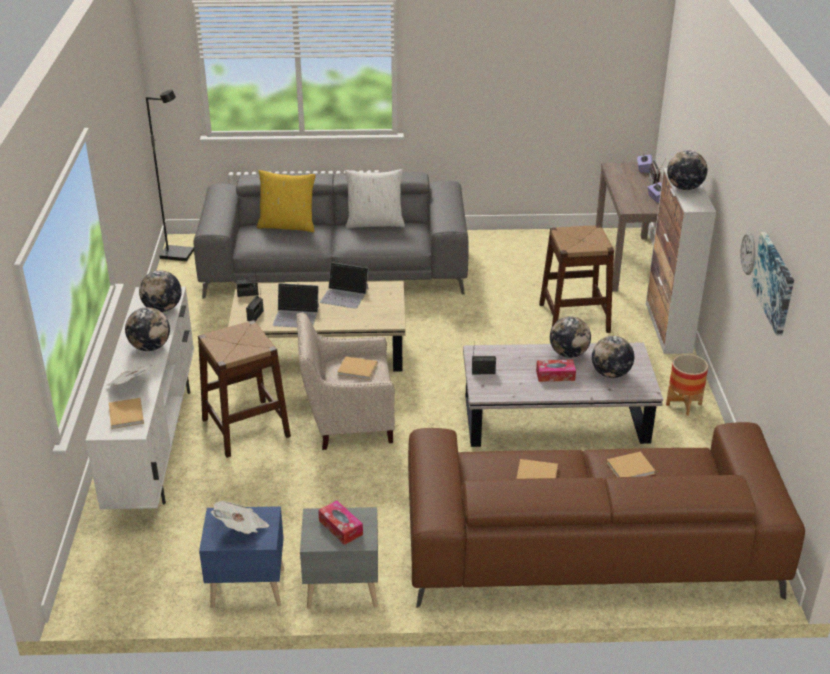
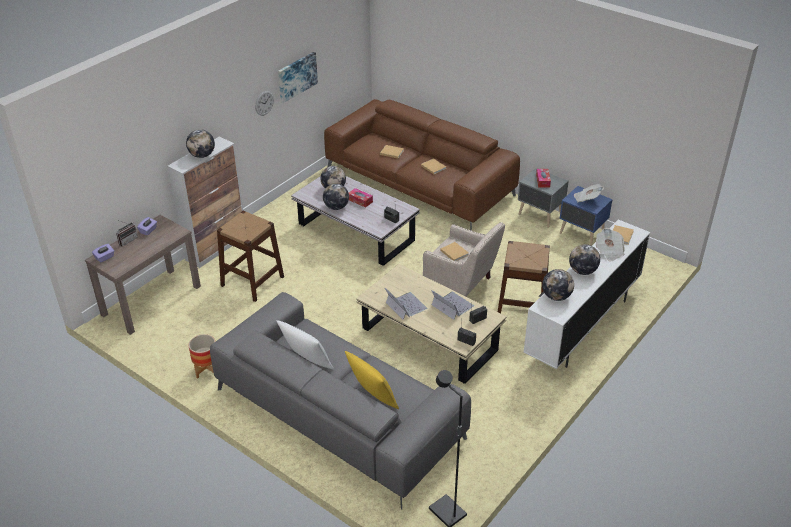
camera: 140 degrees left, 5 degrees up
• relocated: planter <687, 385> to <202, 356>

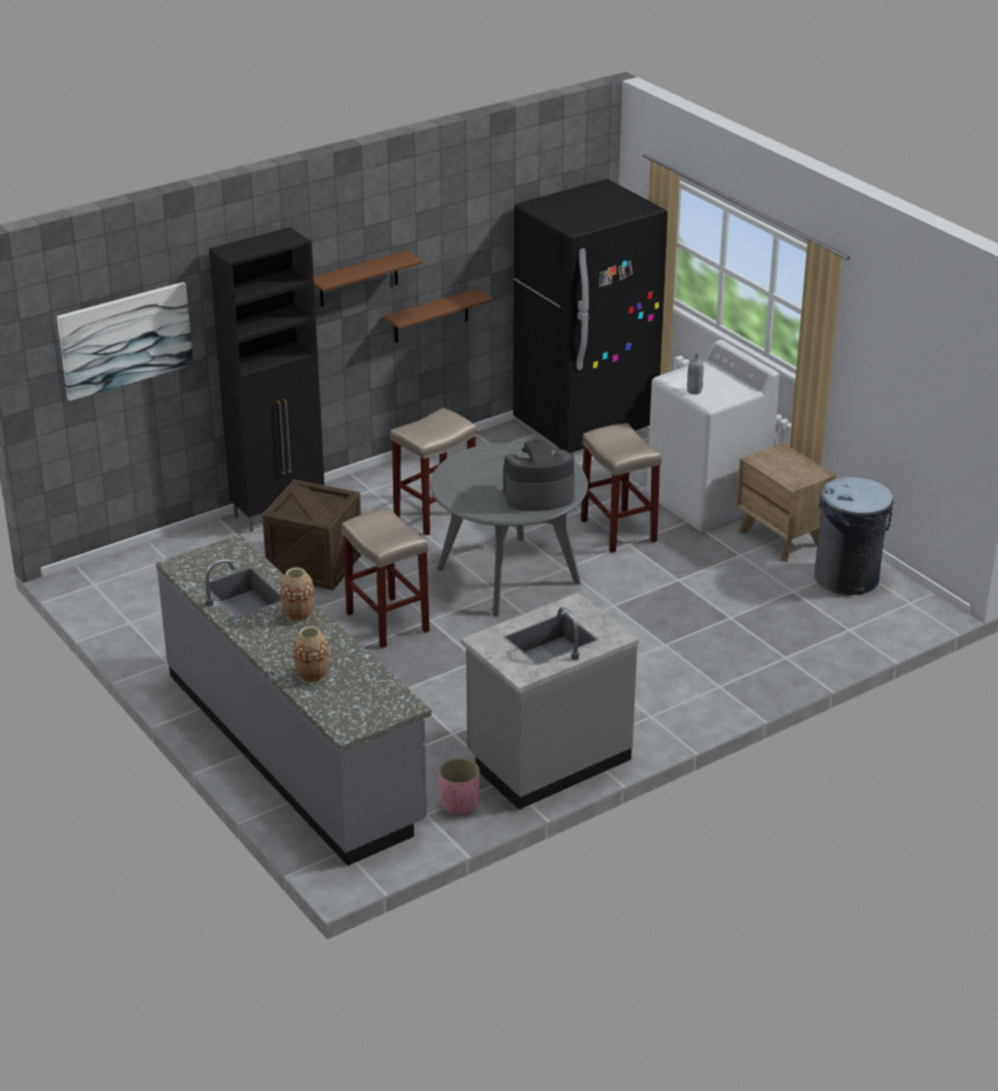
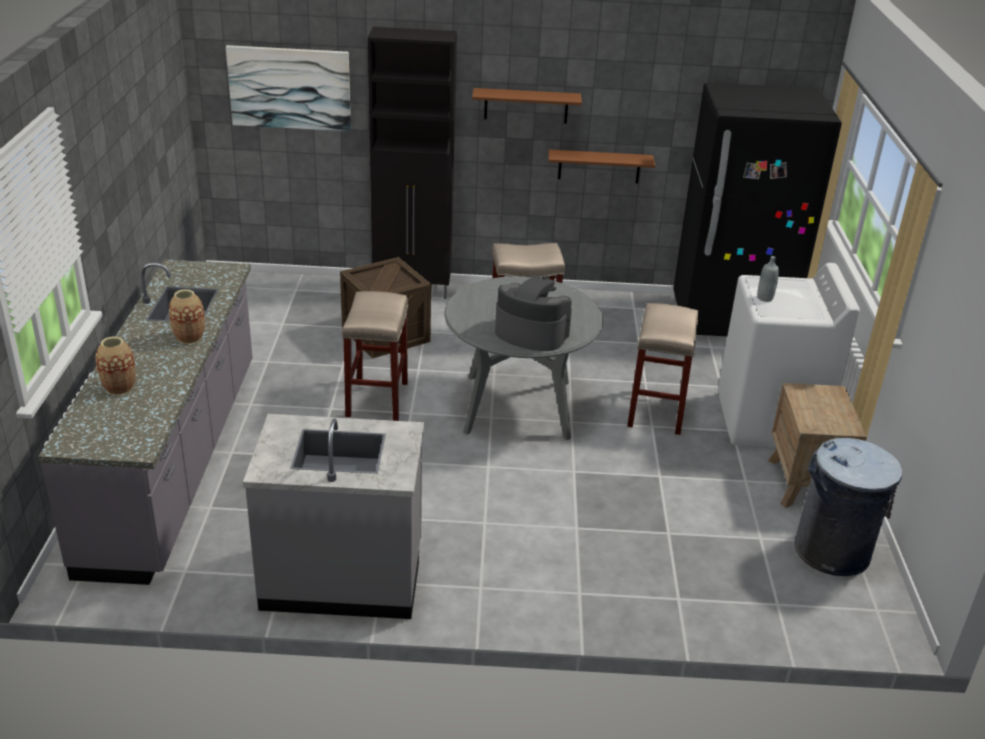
camera: 35 degrees right, 0 degrees up
• missing: planter/pink <459, 786>

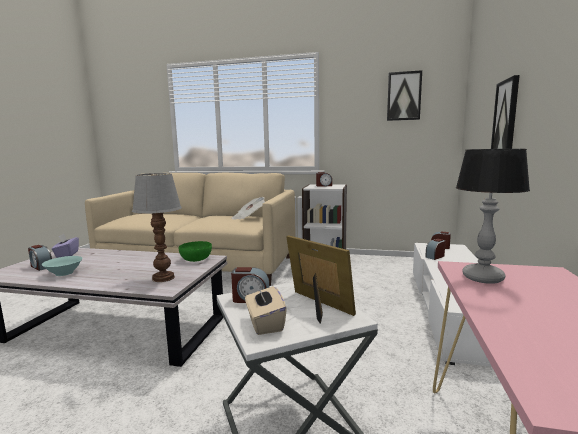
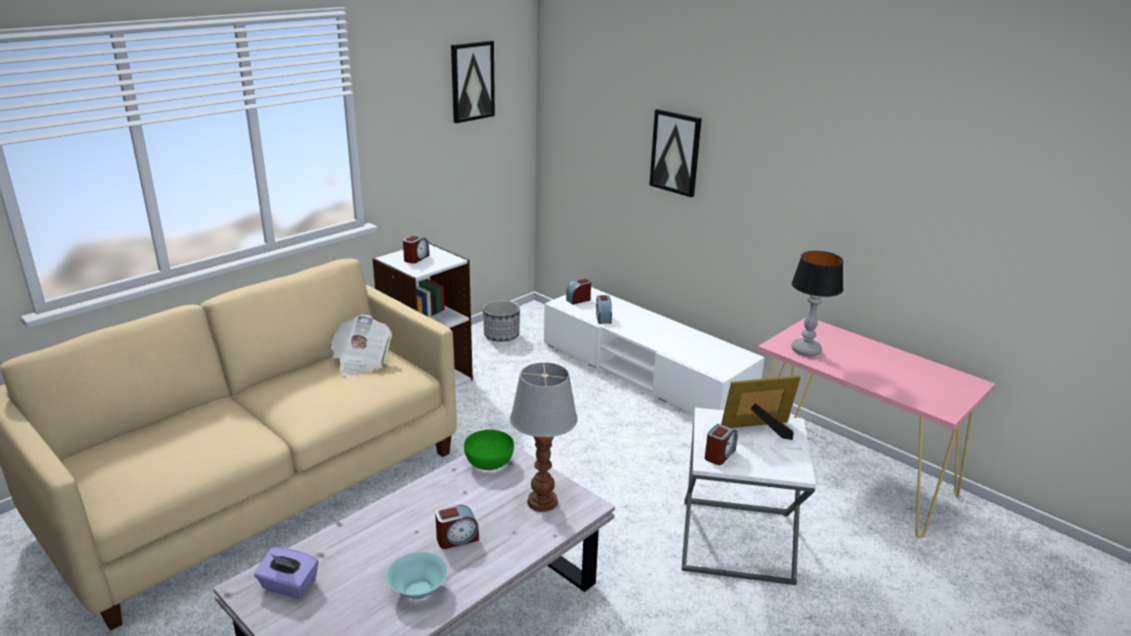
camera: 60 degrees left, 15 degrees up
• missing: tissue box/beige <266, 308>
• appeared: planter <501, 321>
• relocated: alarm clock <40, 258> to <457, 527>

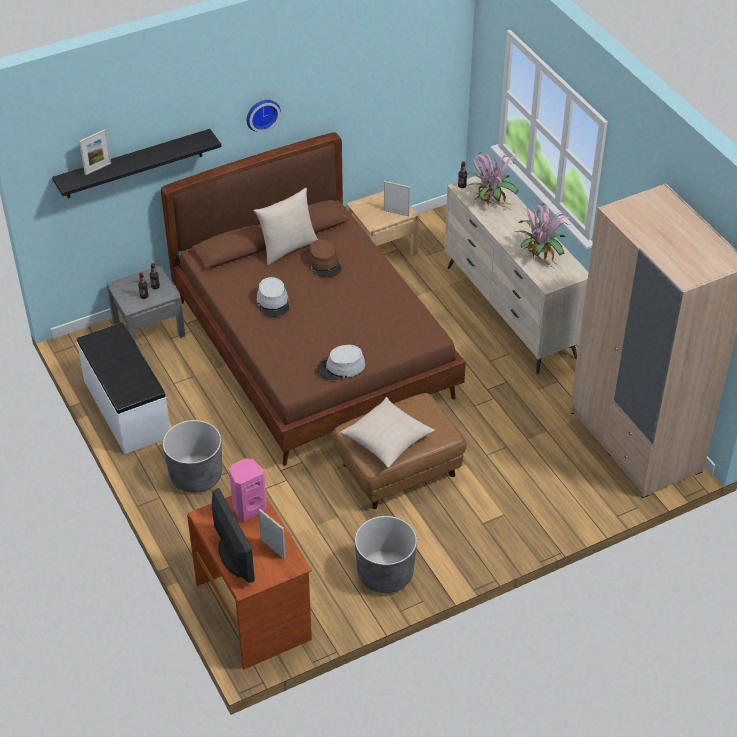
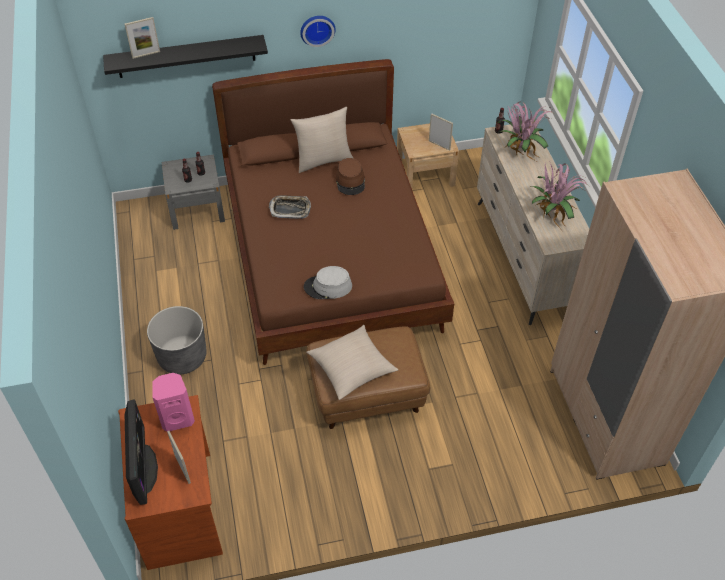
camera: 15 degrees right, 5 degrees up
• missing: bench/white <123, 388>
• missing: planter/grey <386, 554>
• exchanged: hat/grey <273, 297> to tray <290, 207>

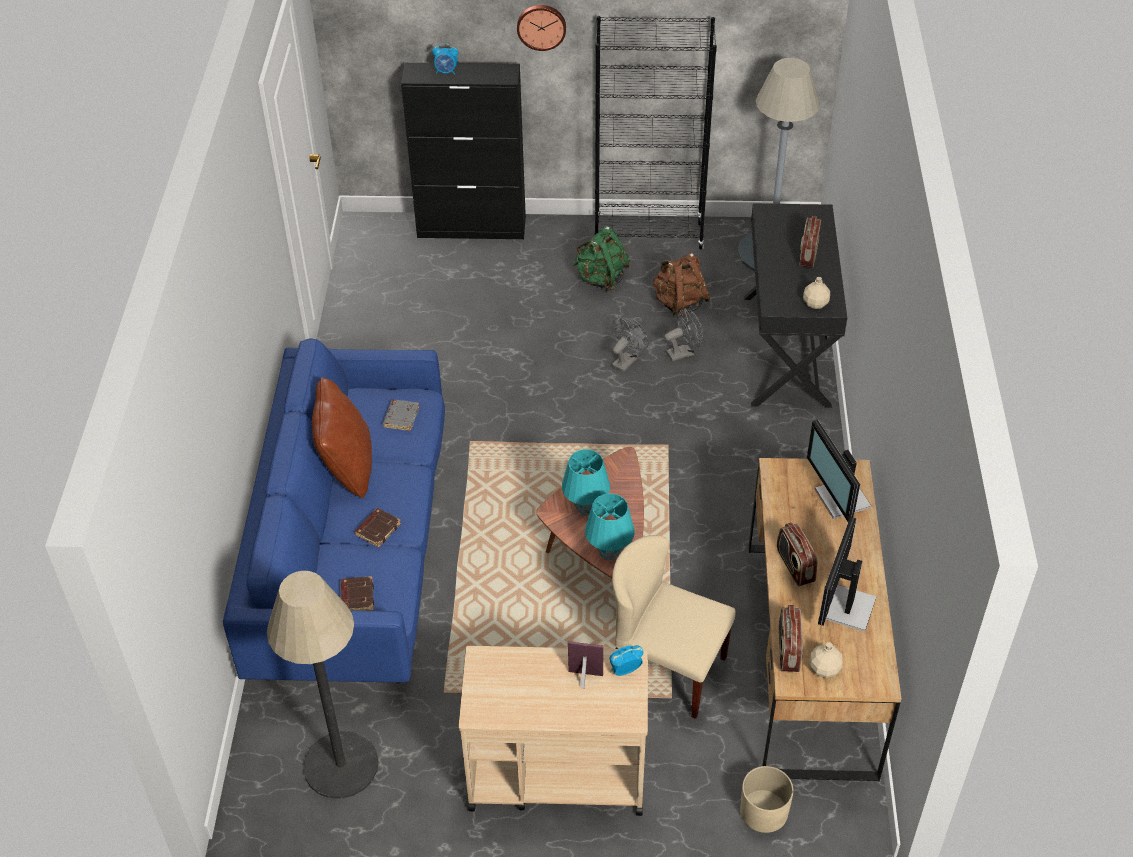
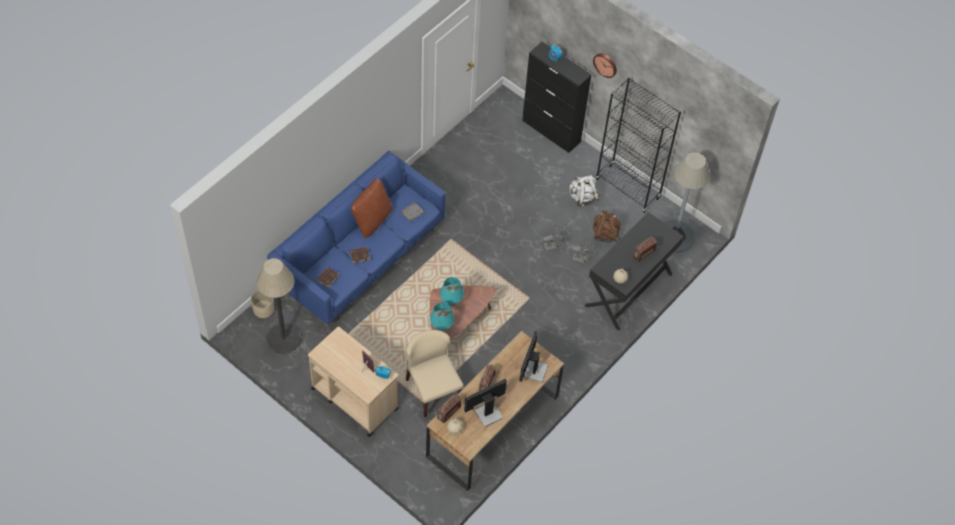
camera: 35 degrees right, 10 degrees up
• relocated: planter/beige <766, 799> to <262, 304>
• colour: backpack/green <602, 259> to backpack/white <584, 191>

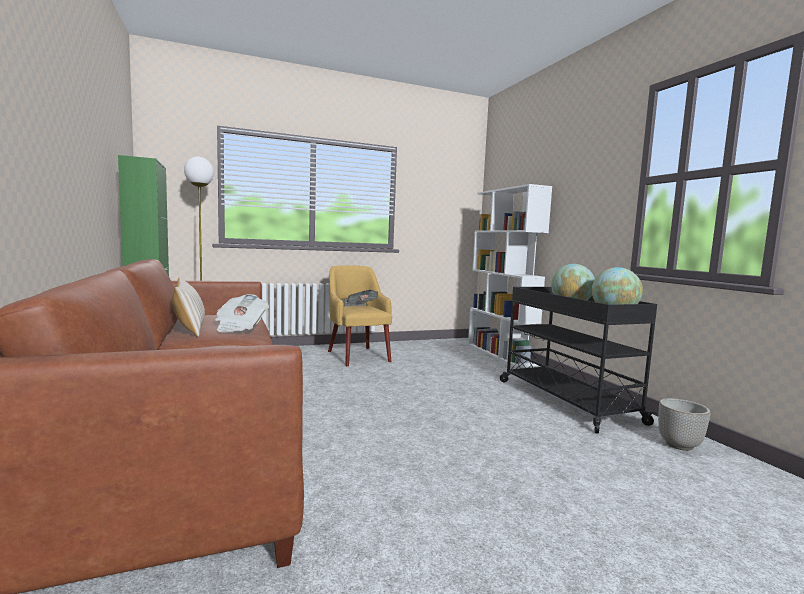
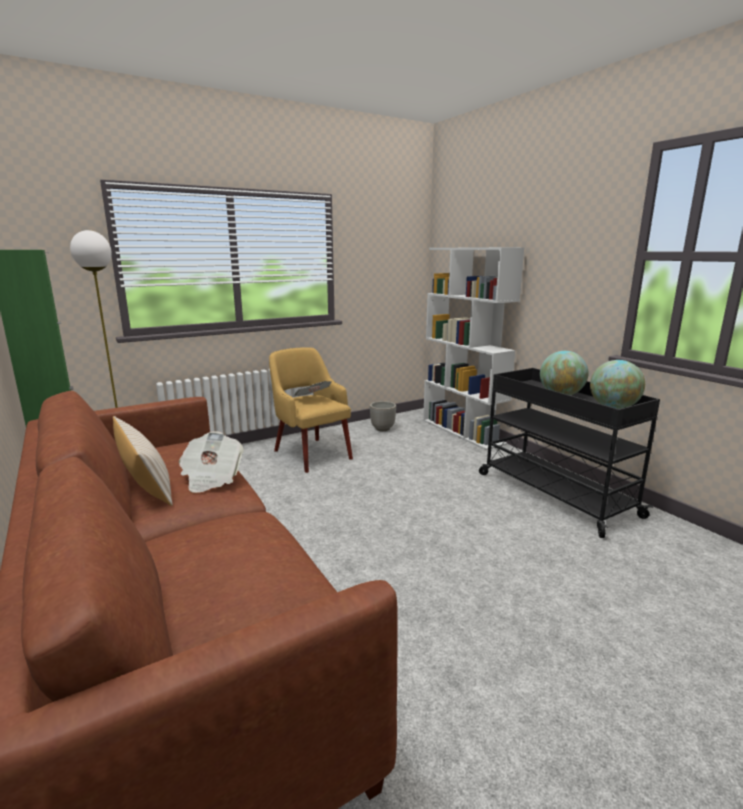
camera: 10 degrees left, 10 degrees up
• relocated: planter <684, 424> to <383, 416>

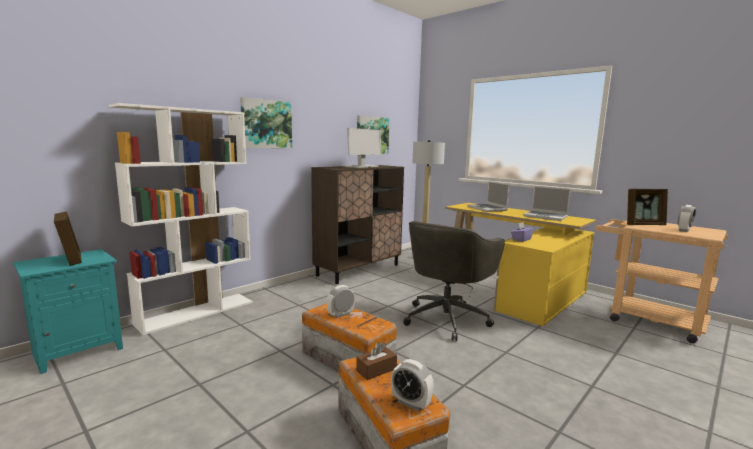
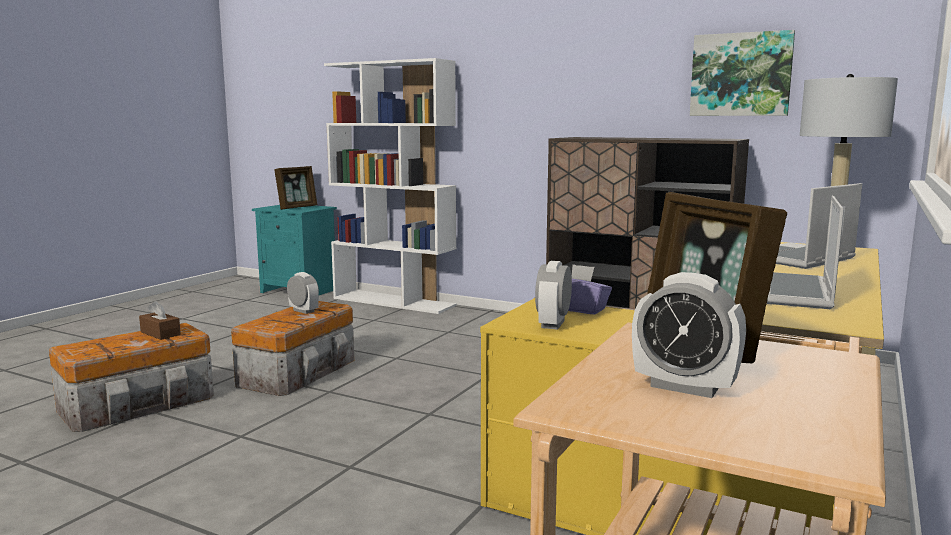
camera: 75 degrees right, 0 degrees up
• missing: picture <266, 123>
• missing: monitor <364, 148>
• missing: office chair/grey <454, 281>
• relocated: alarm clock <412, 385> to <553, 295>

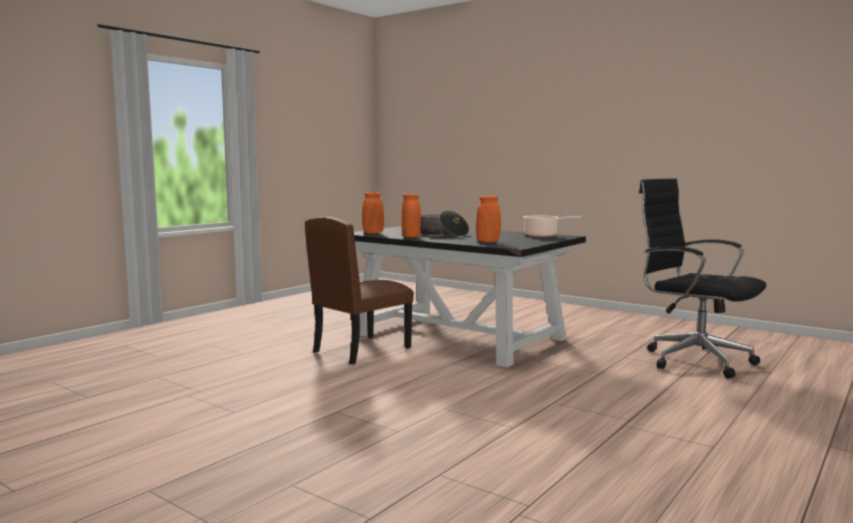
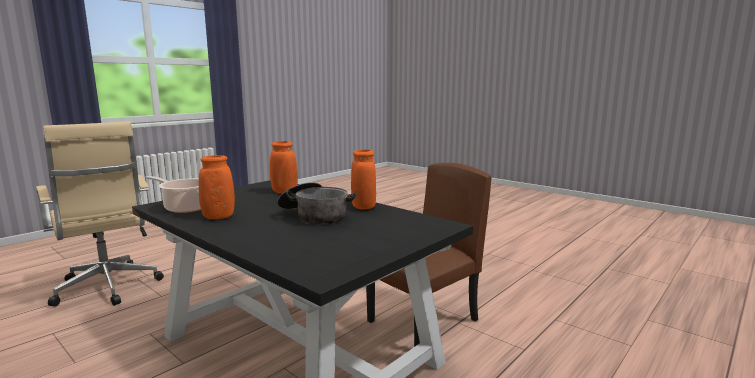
camera: 175 degrees left, 5 degrees up
• relocated: vase/orange <373, 213> to <217, 187>
• colour: office chair/black <702, 278> to office chair/beige <100, 214>

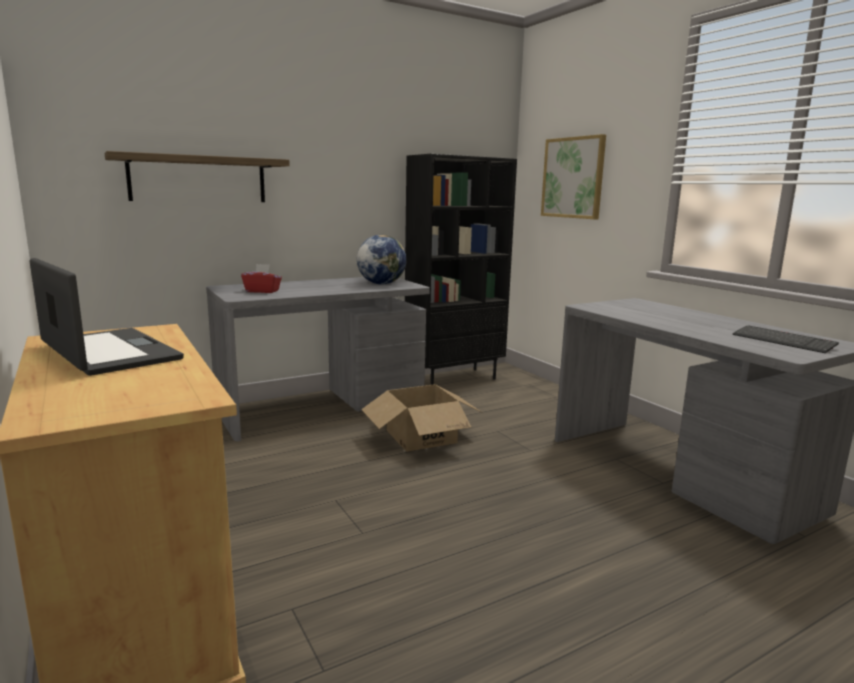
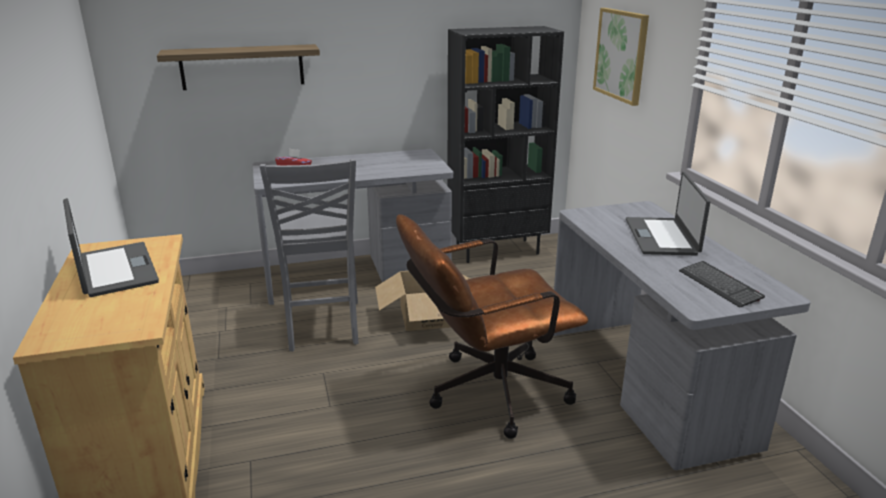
camera: 15 degrees right, 10 degrees up
• missing: globe <382, 260>
• appeared: chair/grey <309, 255>
• appeared: office chair/brown <492, 326>
• appeared: laptop <668, 214>

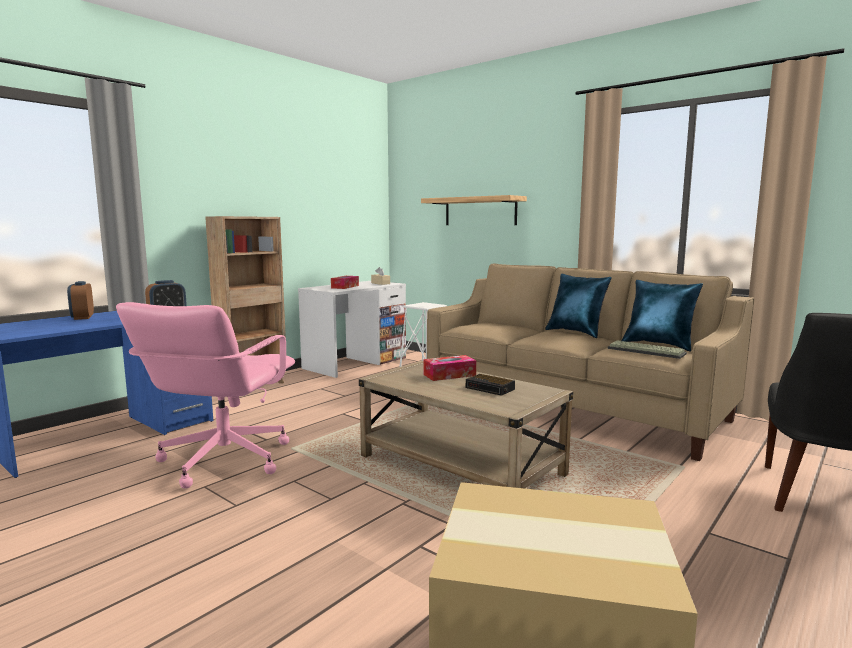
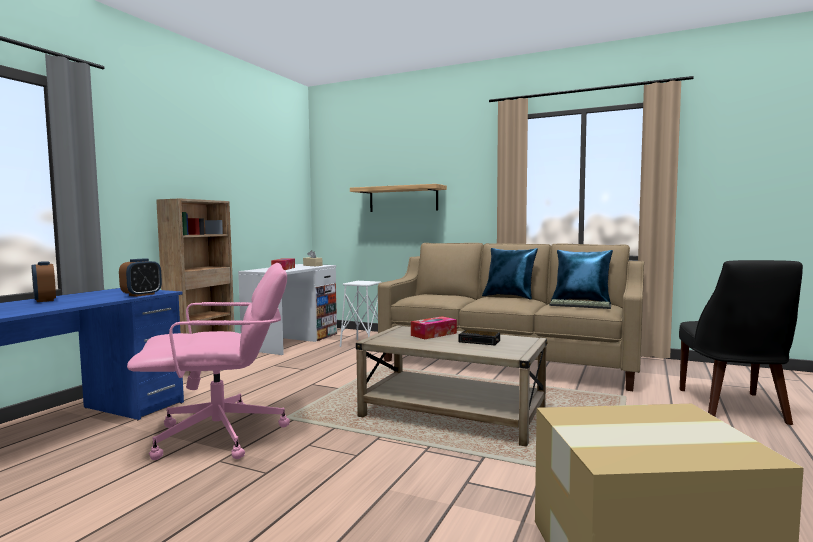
camera: 15 degrees left, 5 degrees down
• spun: office chair/pink <205, 395> = <208, 361> 105 degrees counterclockwise

